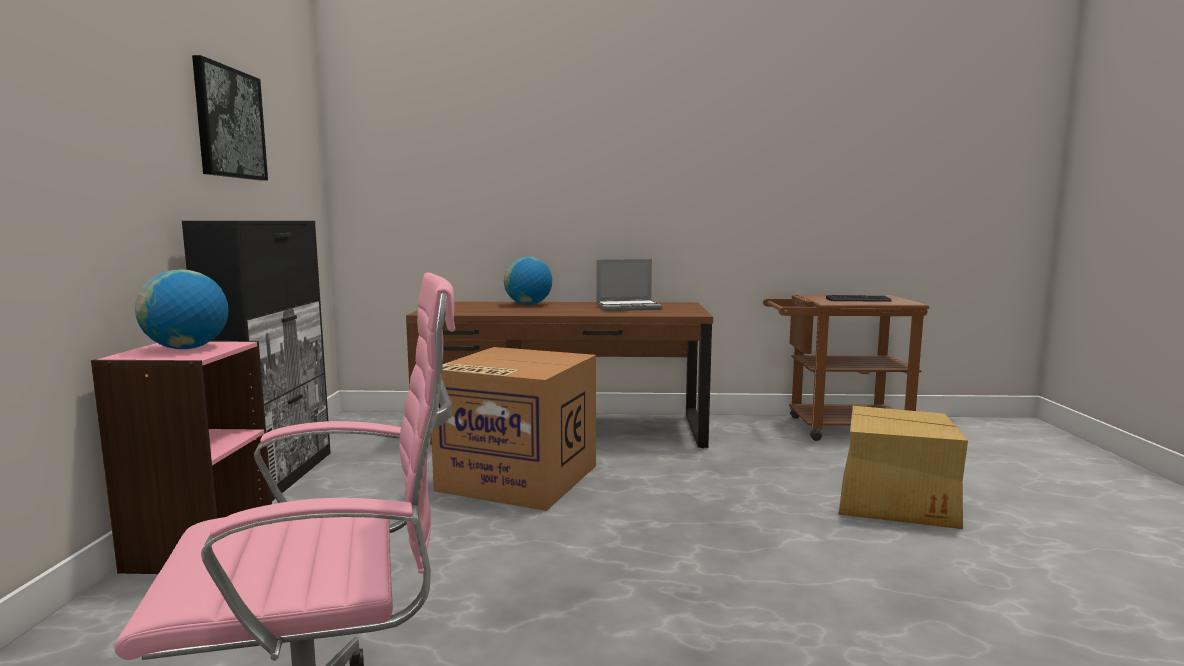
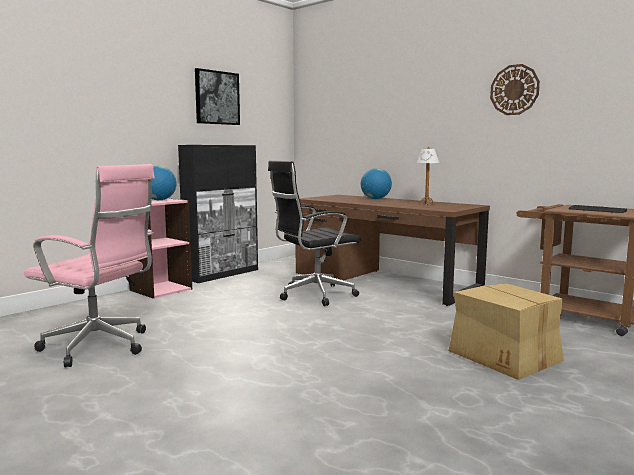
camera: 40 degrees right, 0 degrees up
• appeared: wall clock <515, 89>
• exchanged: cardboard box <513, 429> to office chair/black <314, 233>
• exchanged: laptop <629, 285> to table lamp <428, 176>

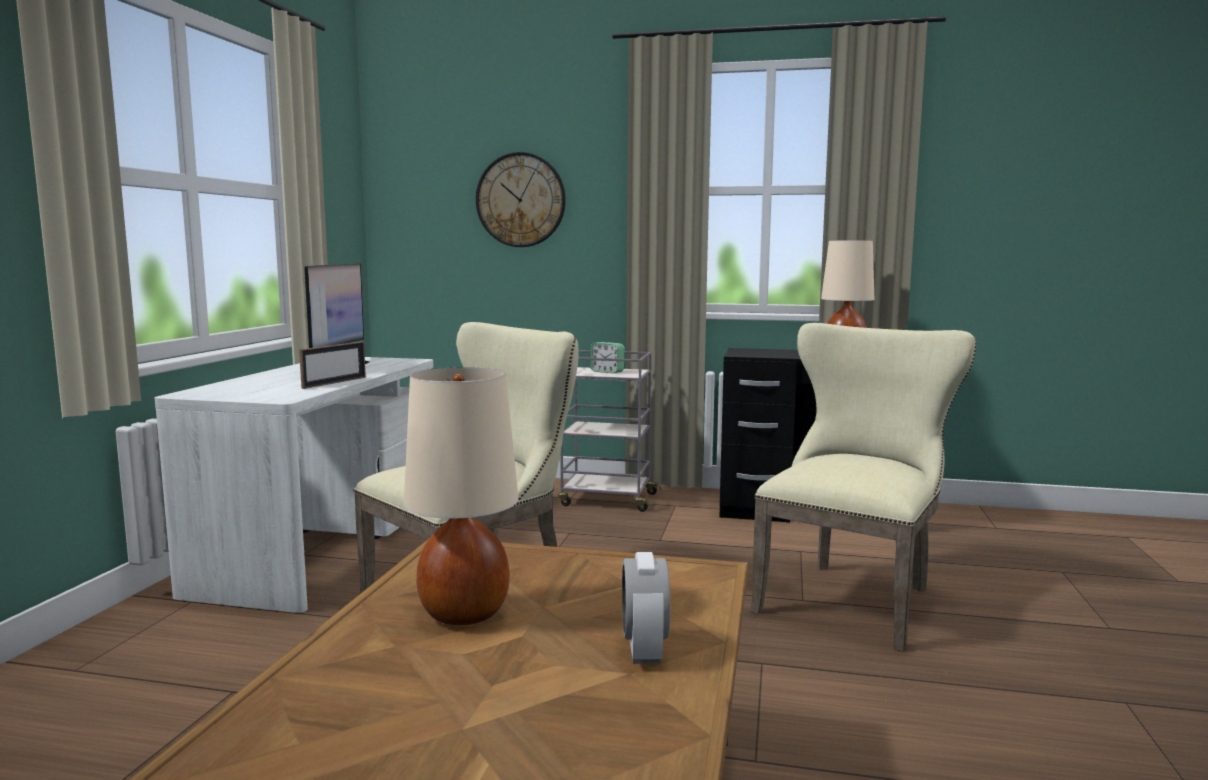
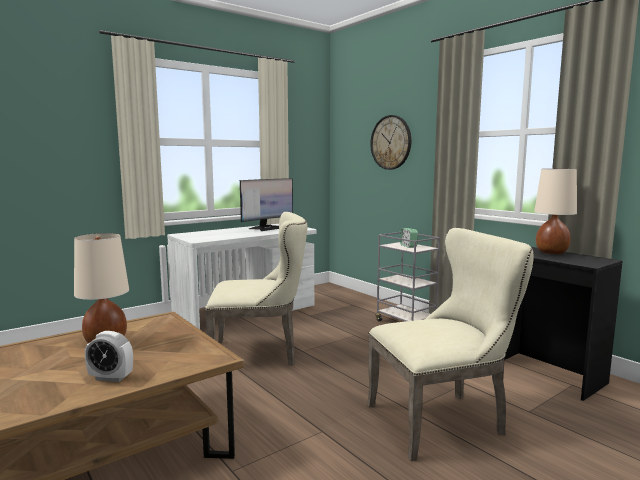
camera: 40 degrees right, 0 degrees up
• missing: picture frame <332, 365>
• spun: alarm clock <646, 608> = <109, 356> 120 degrees counterclockwise

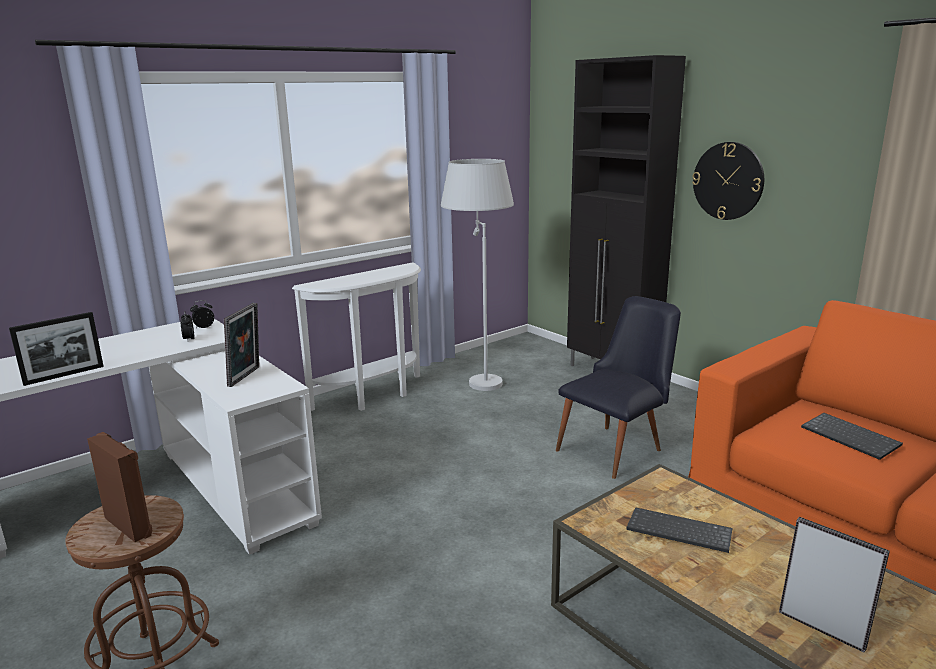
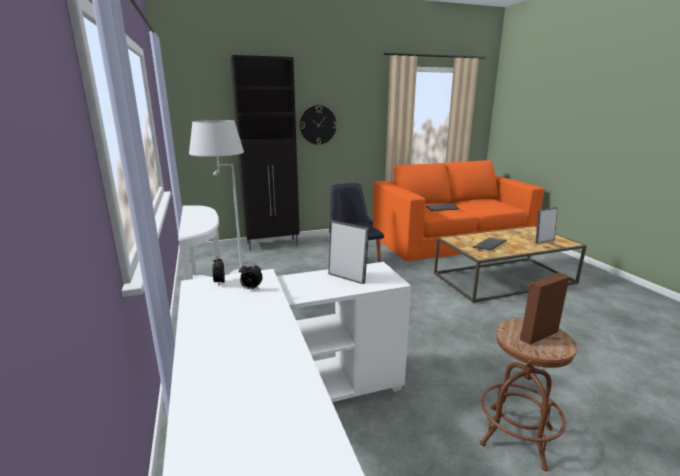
camera: 70 degrees left, 0 degrees up
• missing: picture frame <56, 349>

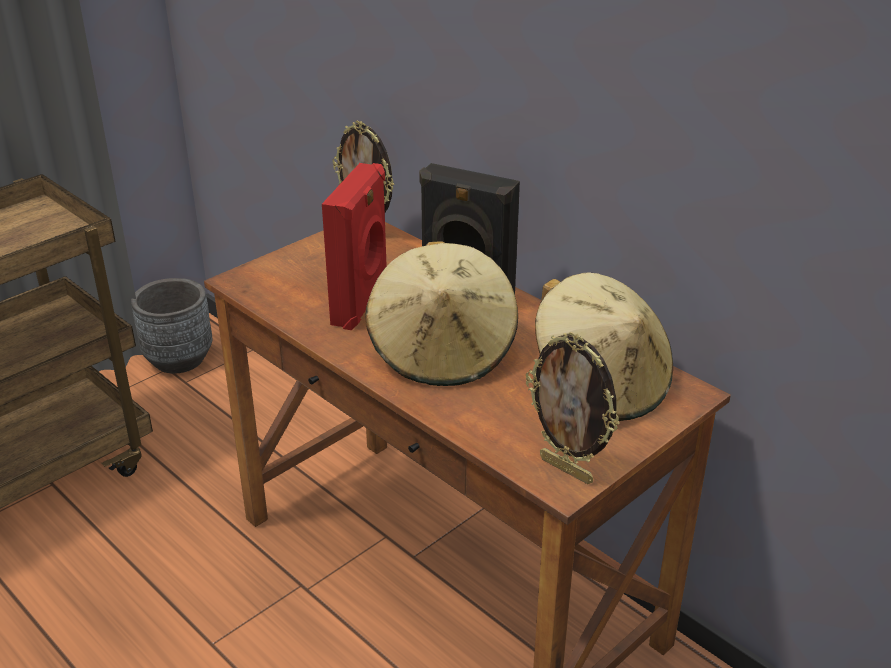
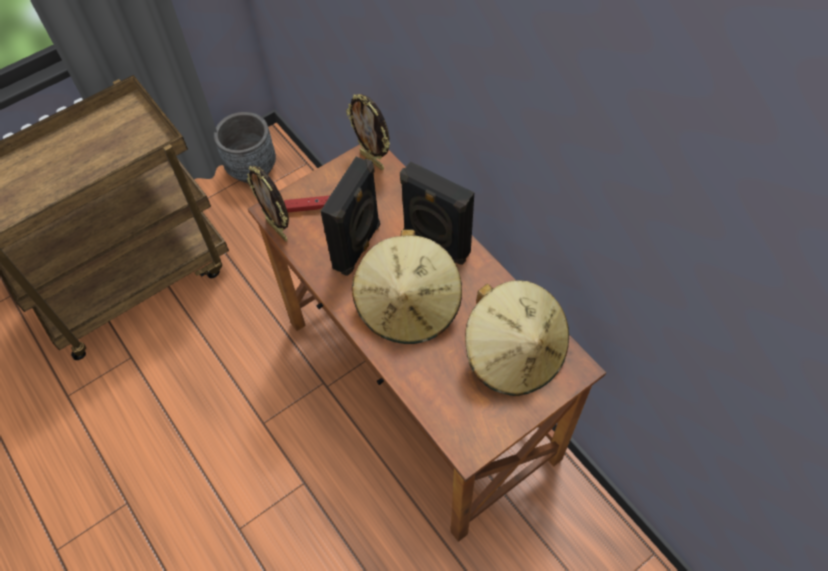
camera: 10 degrees right, 25 degrees up
• appeared: game controller/red <307, 204>
• relocated: picture frame <572, 408> to <268, 203>
• colour: speaker/red <354, 246> to speaker/black <350, 216>

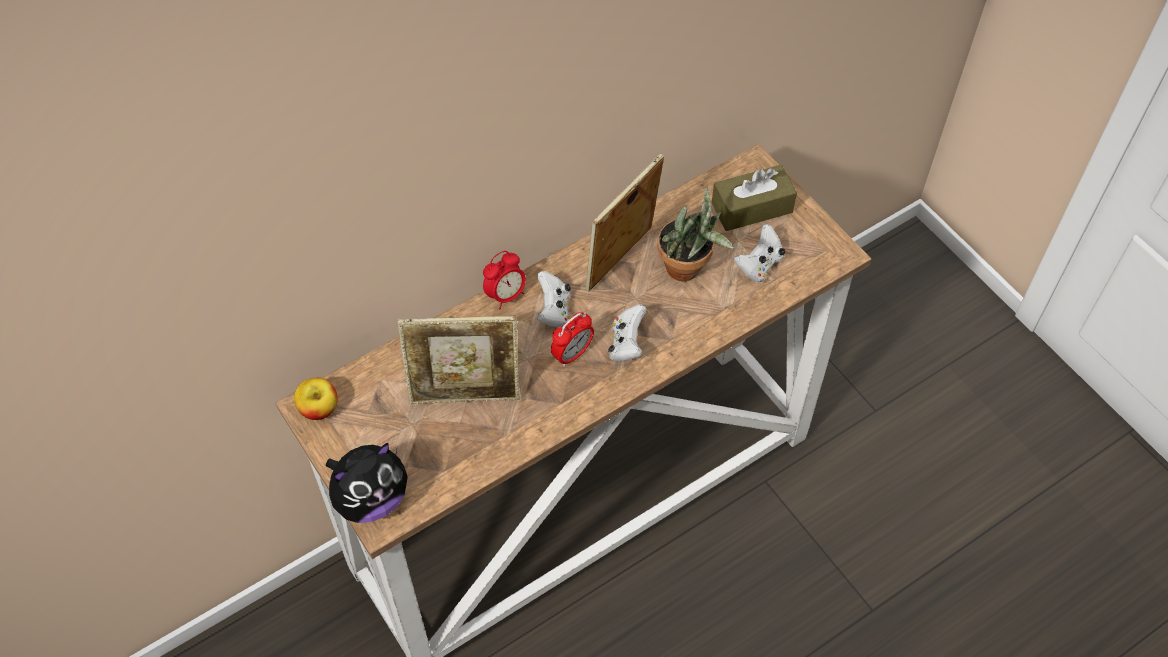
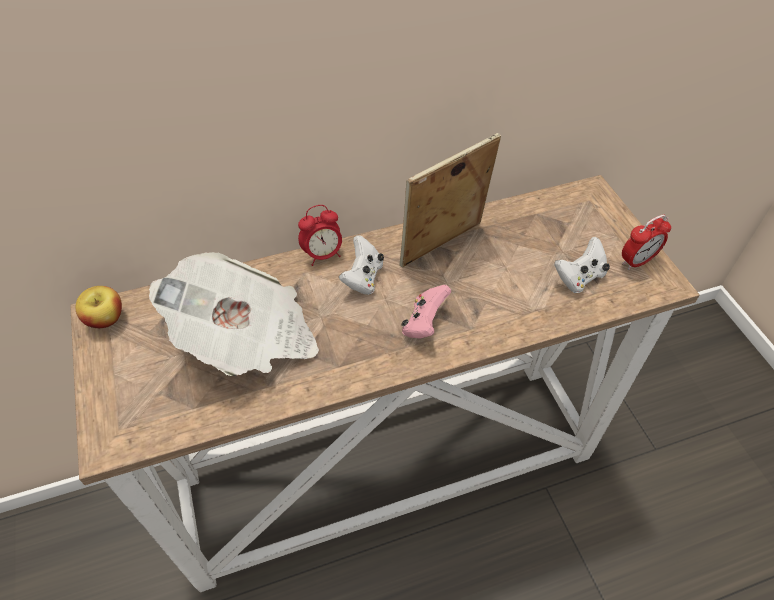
camera: 15 degrees right, 5 degrees down
• missing: plush toy <366, 483>
• missing: potted plant <696, 233>
• missing: tissue box/brown <754, 198>
• relocated: alarm clock <572, 339> to <646, 242>
• exchanged: picture frame <459, 360> to newspaper <234, 314>
• colour: game controller/white <627, 332> to game controller/pink <426, 312>

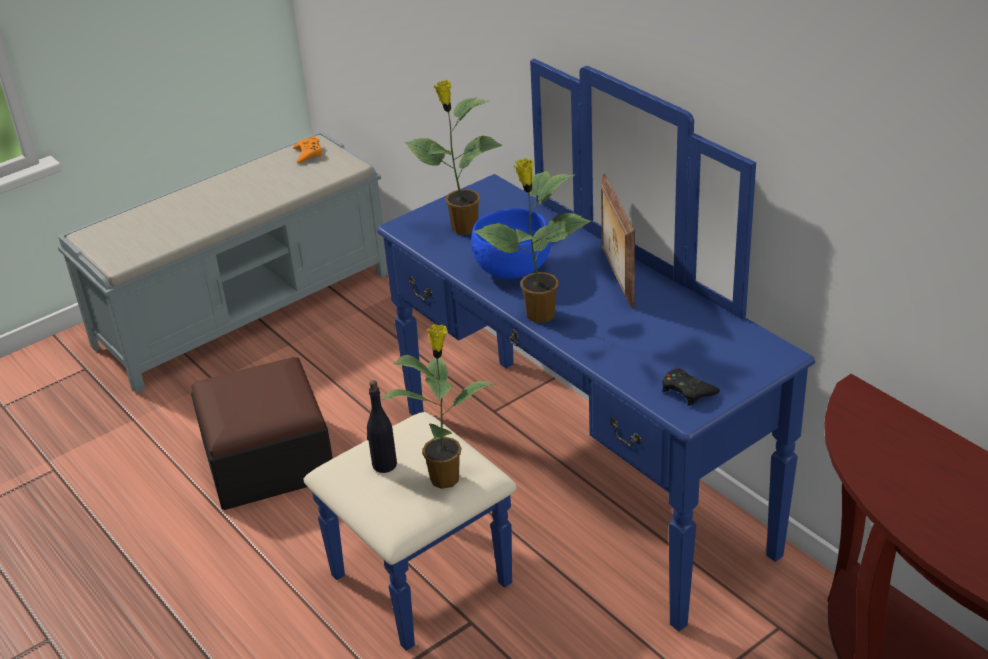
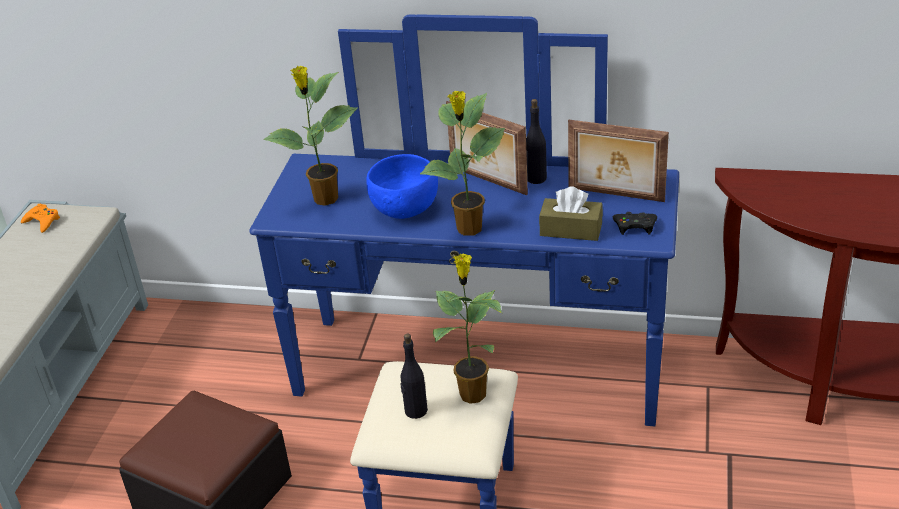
camera: 40 degrees left, 0 degrees up
• appeared: bottle/black <536, 141>
• appeared: tissue box/brown <571, 213>
• appeared: picture frame <618, 161>

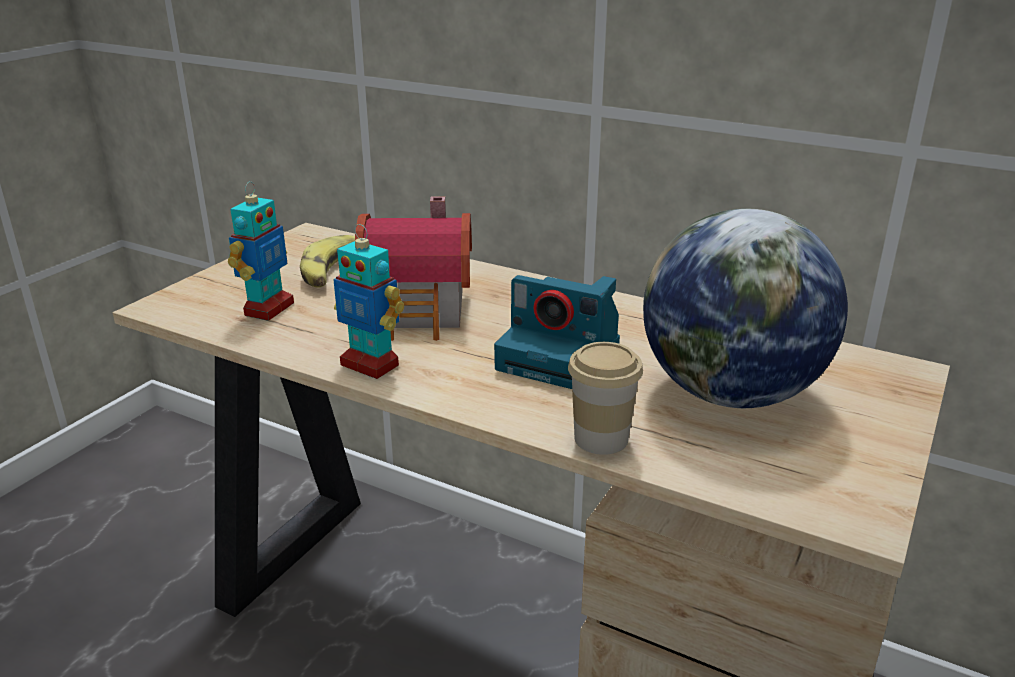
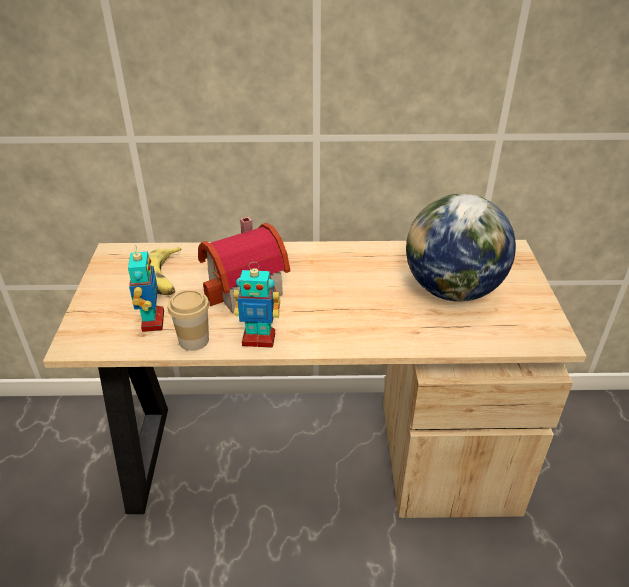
camera: 30 degrees left, 10 degrees up
• missing: photo camera <557, 332>
• relocated: cup <605, 398> to <188, 320>

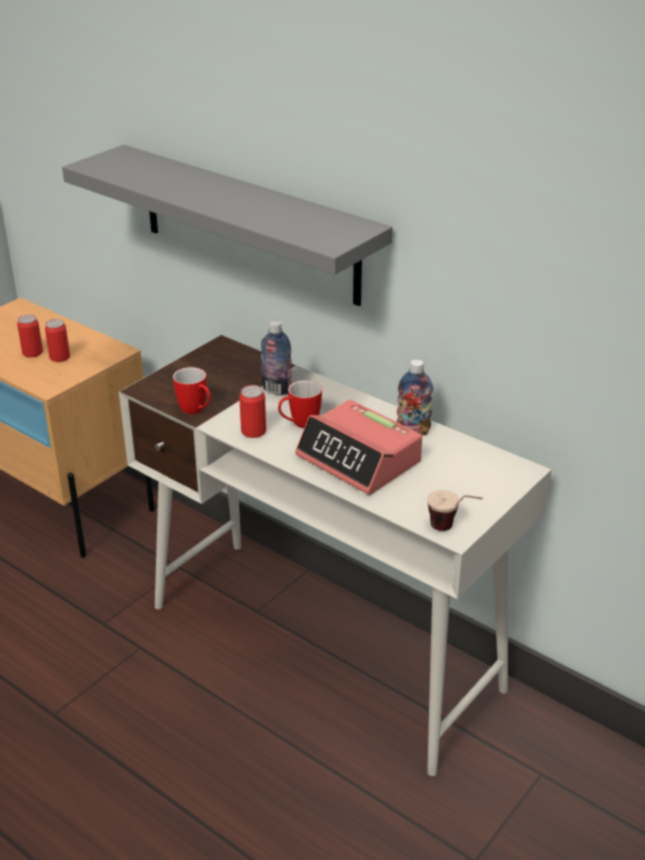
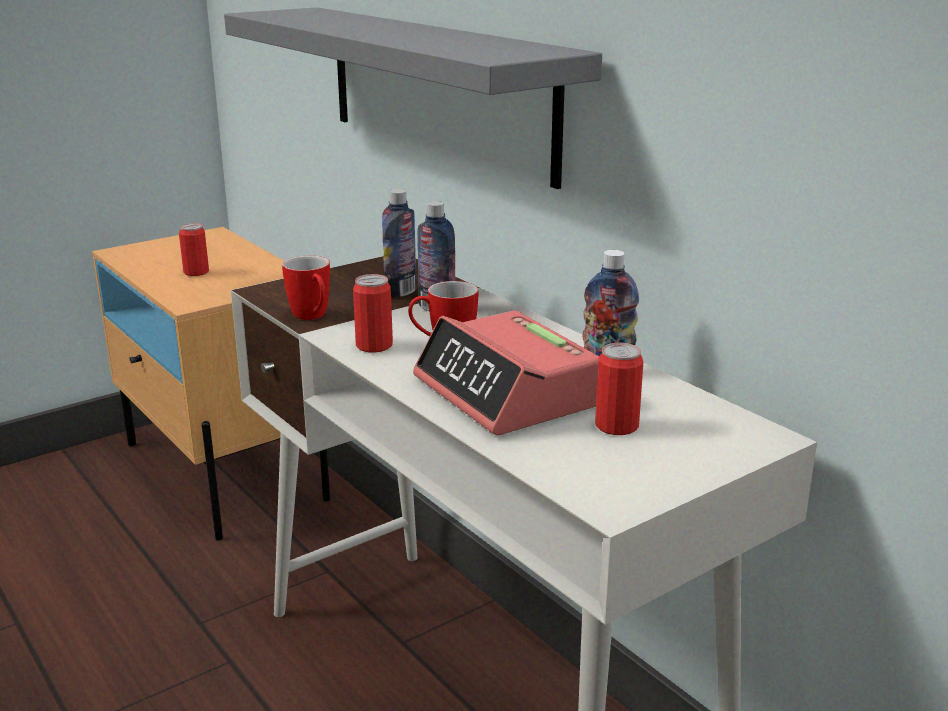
camera: 15 degrees right, 10 degrees down
• missing: cup <455, 510>
• appeared: bottle <399, 243>
• relocated: can <57, 340> to <619, 389>

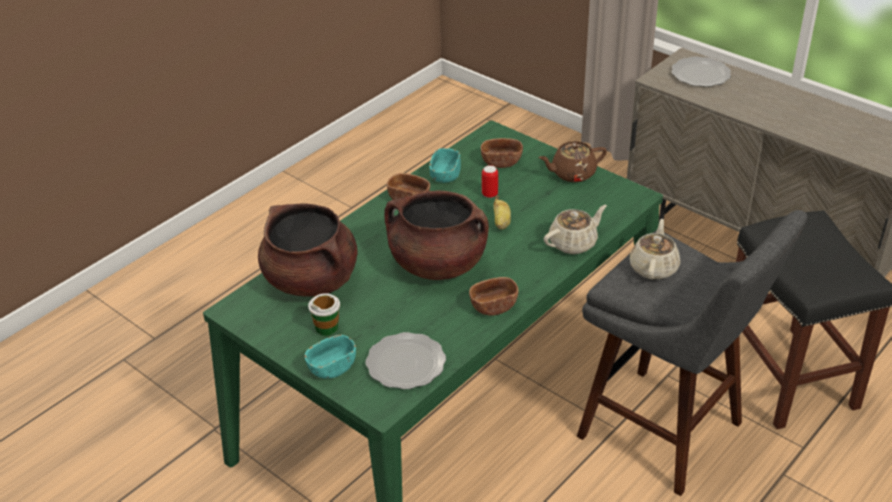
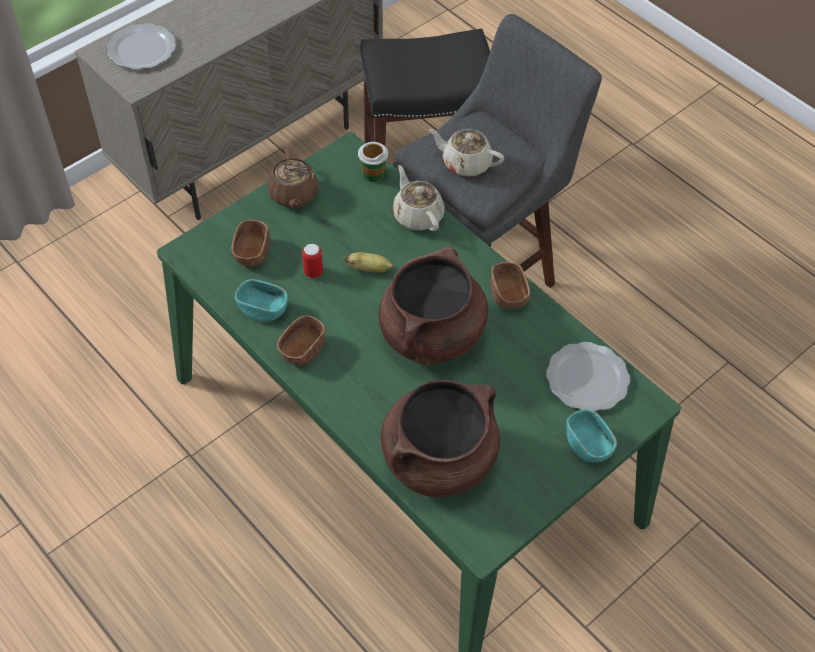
camera: 85 degrees left, 15 degrees up
• relocated: cup <324, 314> to <373, 162>

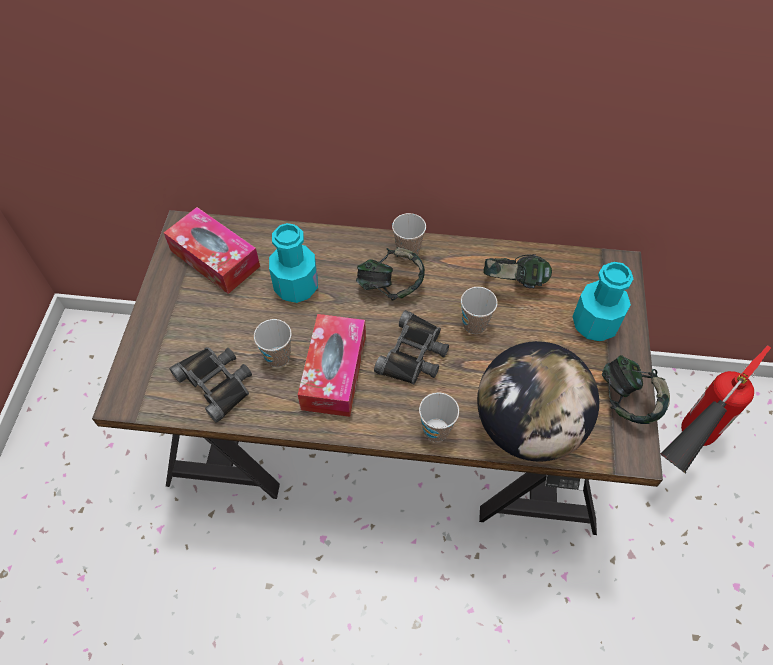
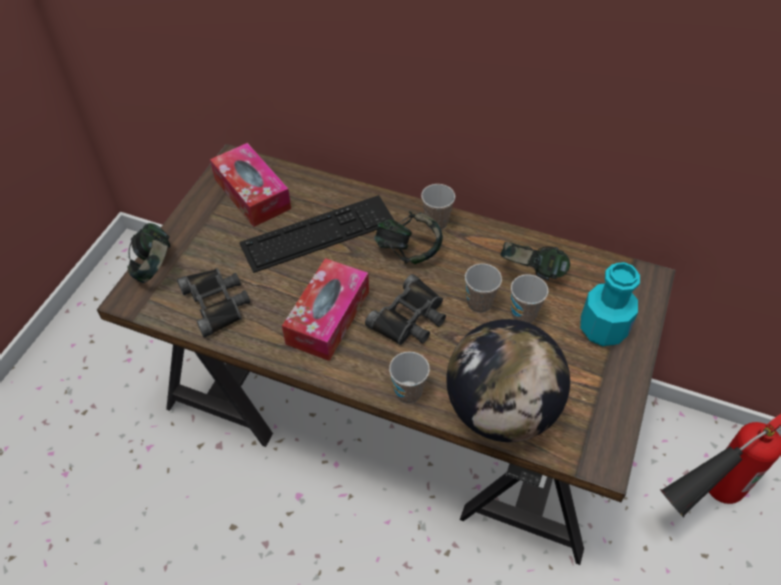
camera: 15 degrees right, 5 degrees down
• relocated: cup <273, 343> to <529, 298>
• relocated: headphones <636, 389> to <149, 253>
• exchanged: bottle/turquoise <293, 263> to keyboard <317, 234>

